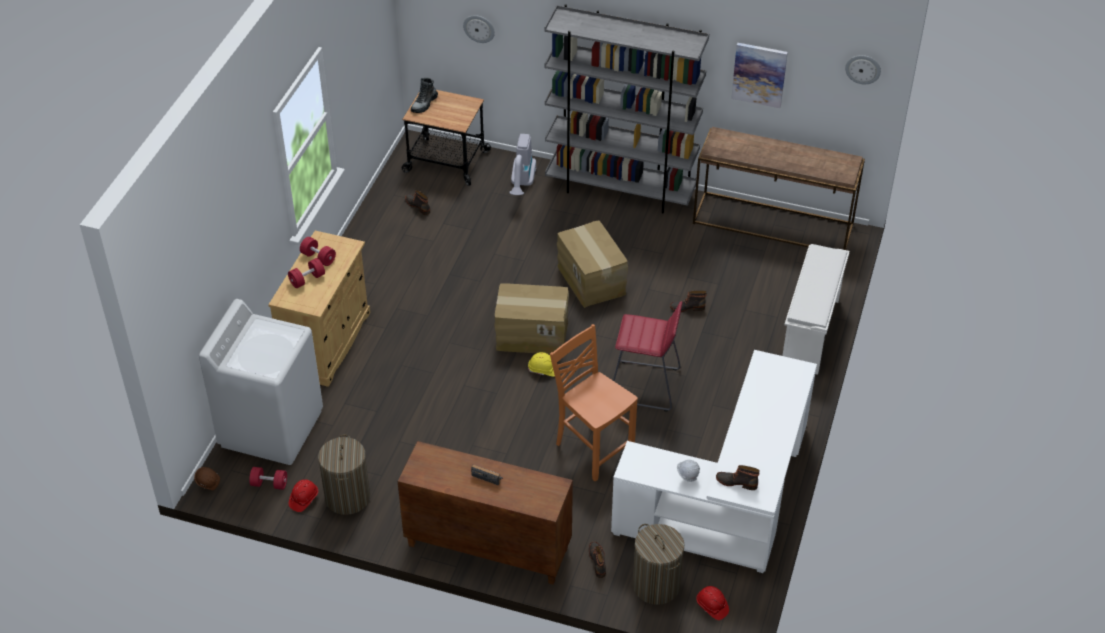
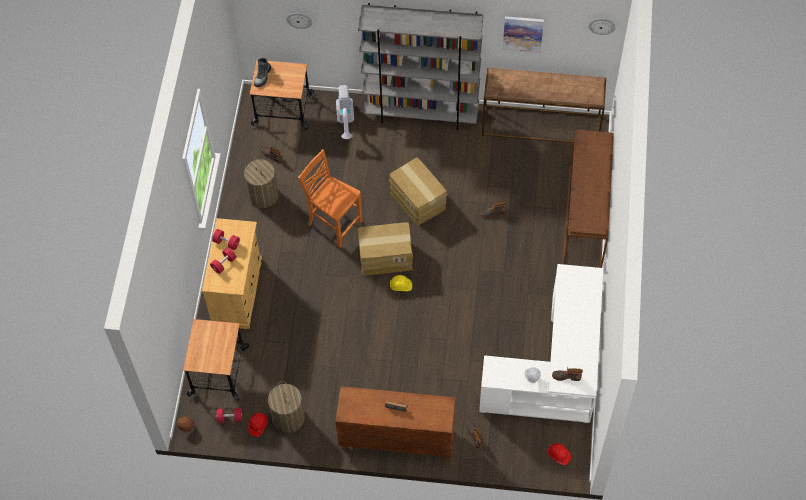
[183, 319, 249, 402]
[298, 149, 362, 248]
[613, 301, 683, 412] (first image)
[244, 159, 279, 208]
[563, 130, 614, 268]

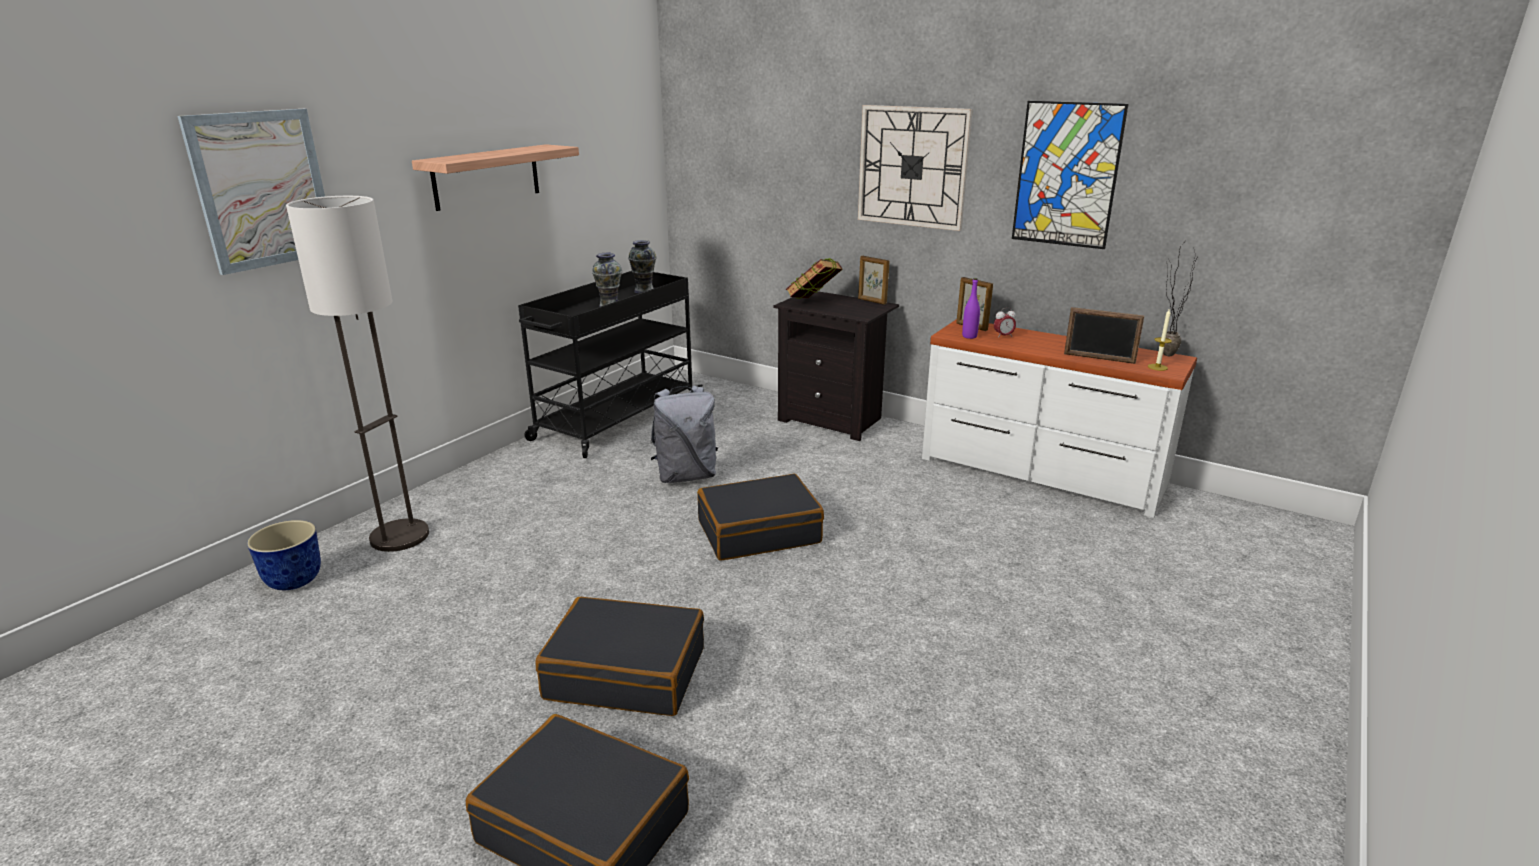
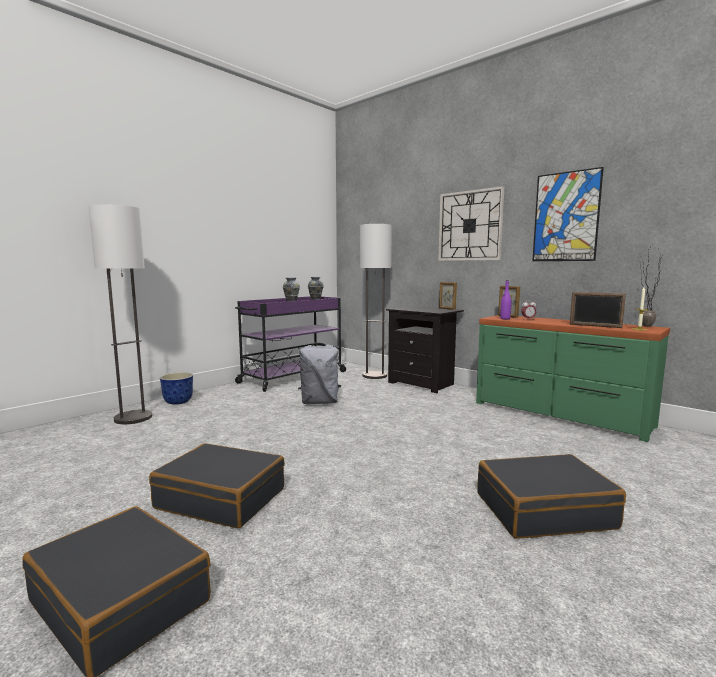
[178, 109, 325, 275] (first image)
[160, 372, 193, 405]
[412, 144, 579, 211] (first image)
[235, 296, 347, 392]
[477, 454, 626, 539]
[786, 259, 843, 299] (first image)
[476, 315, 670, 442]
[360, 224, 392, 379]

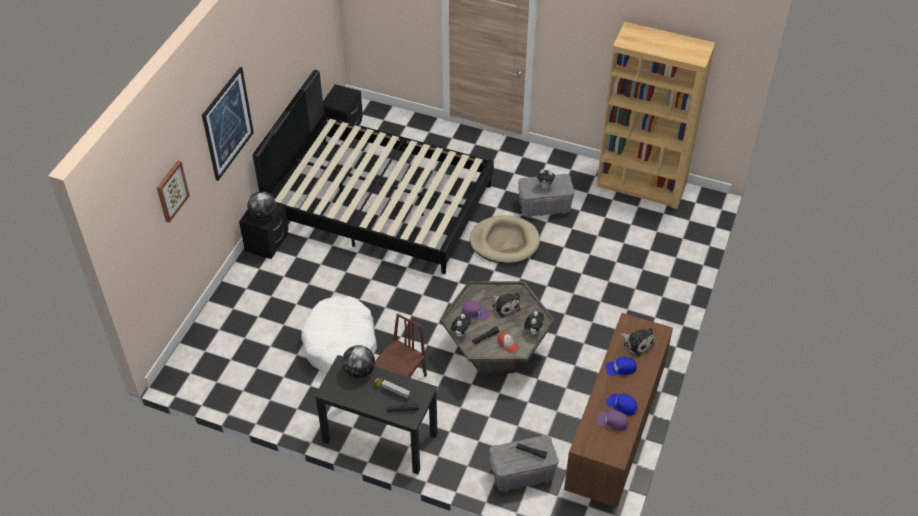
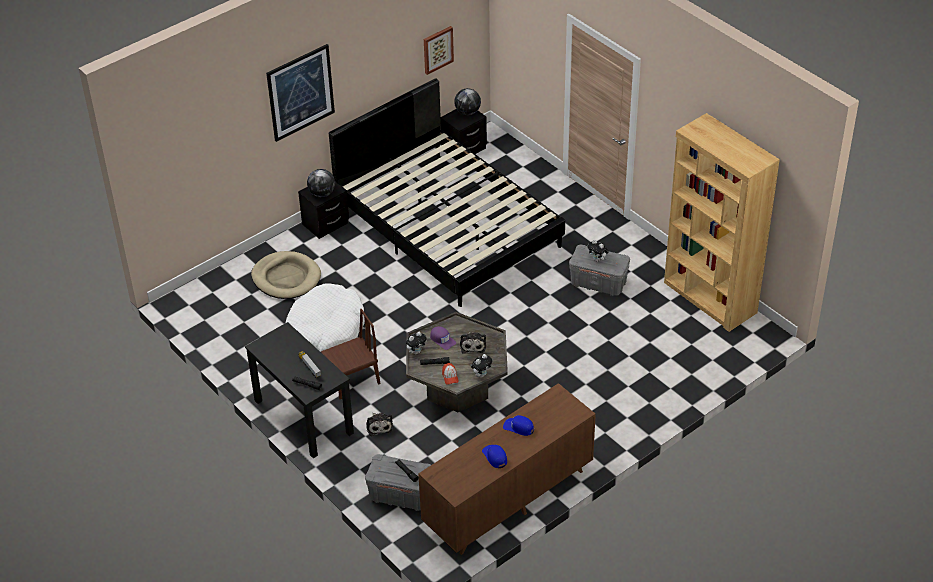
[424, 26, 454, 75]
[454, 88, 481, 115]
[251, 251, 321, 299]
[596, 410, 629, 431] (first image)
[366, 413, 393, 436]

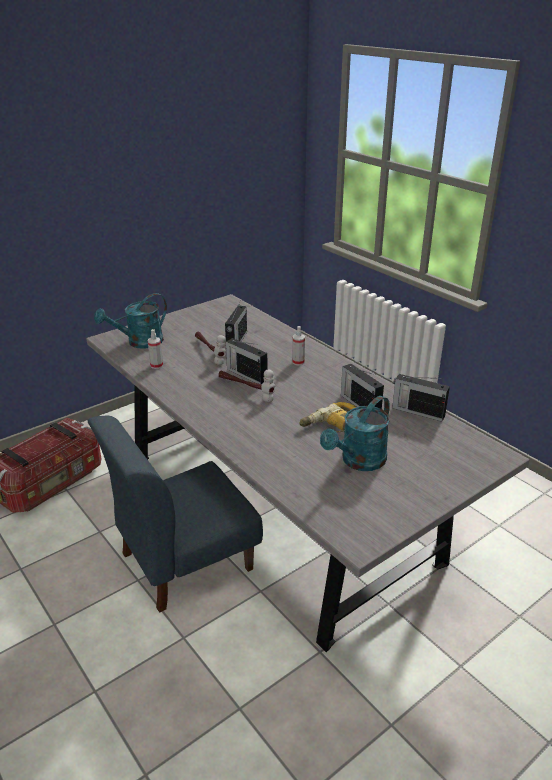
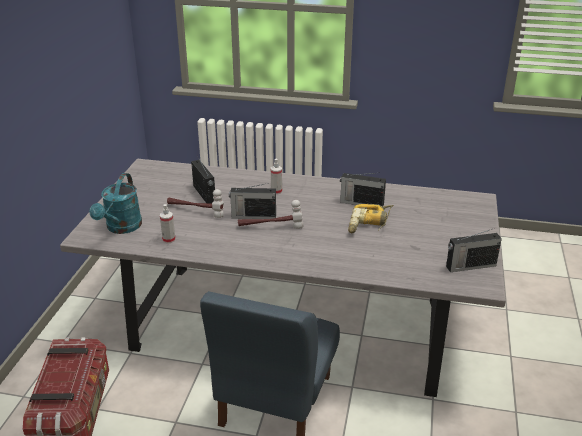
[320, 396, 390, 471] (first image)
[446, 228, 502, 272]

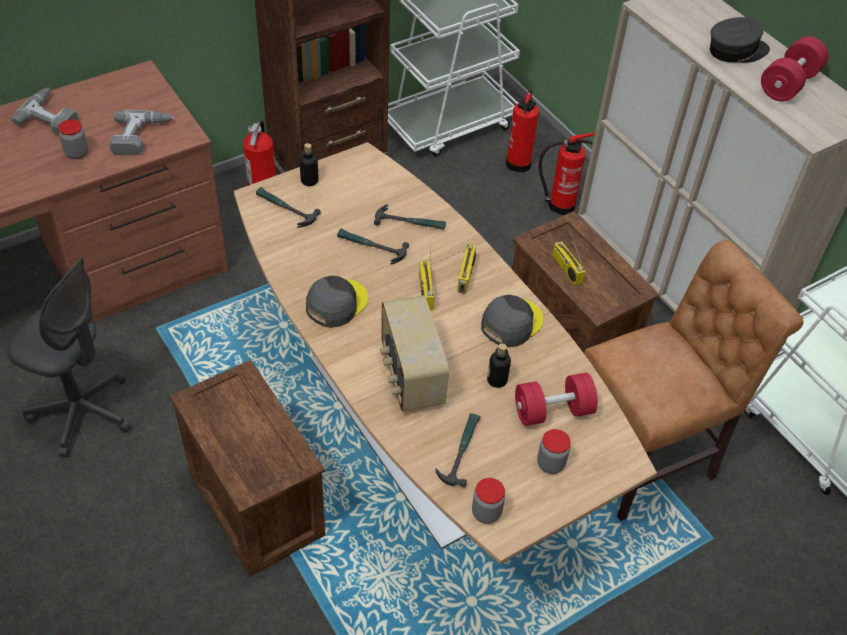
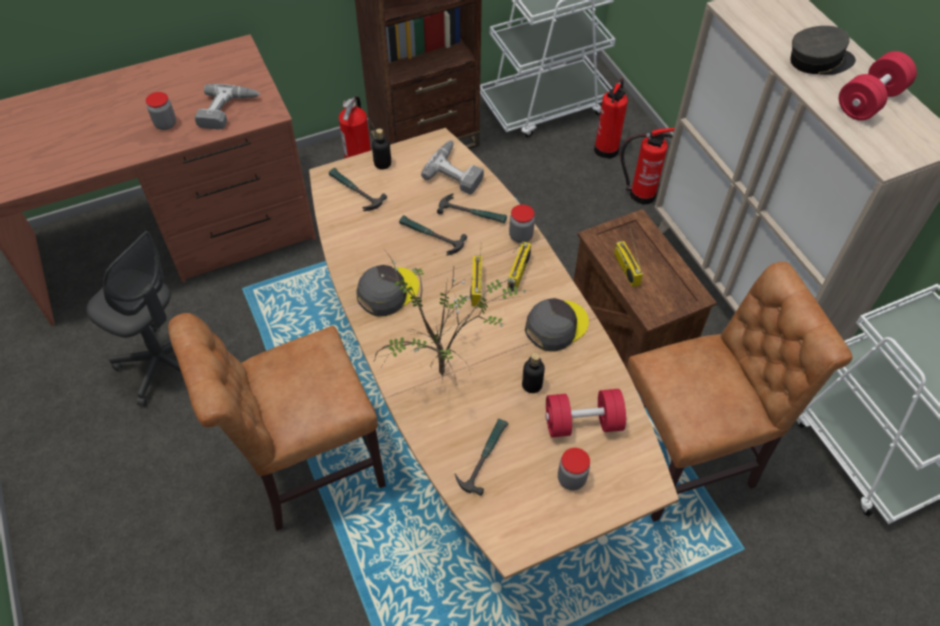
[421, 140, 484, 195]
[168, 313, 386, 531]
[370, 248, 528, 385]
[509, 204, 535, 243]

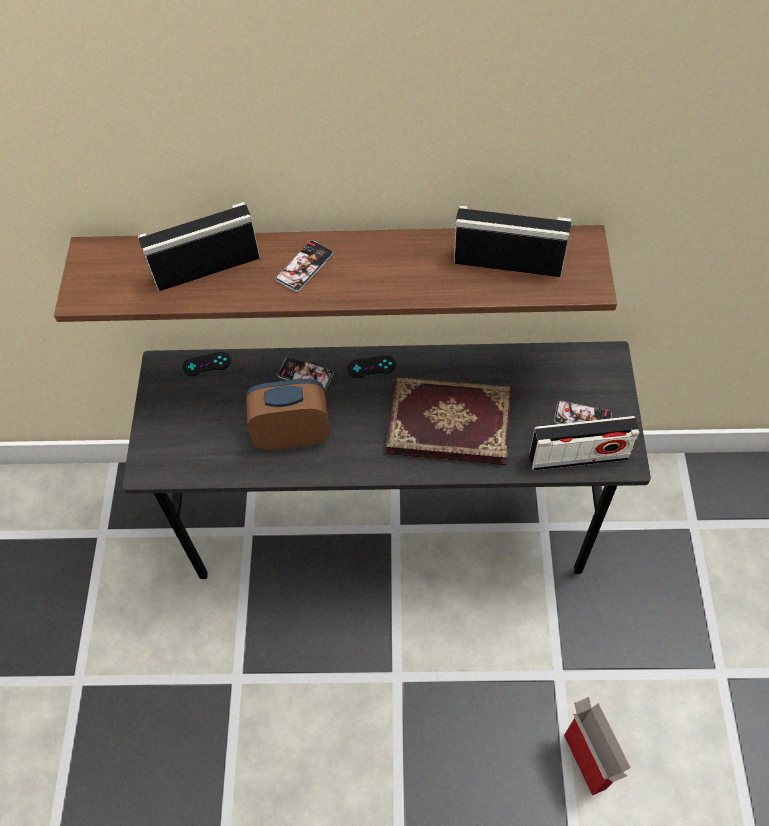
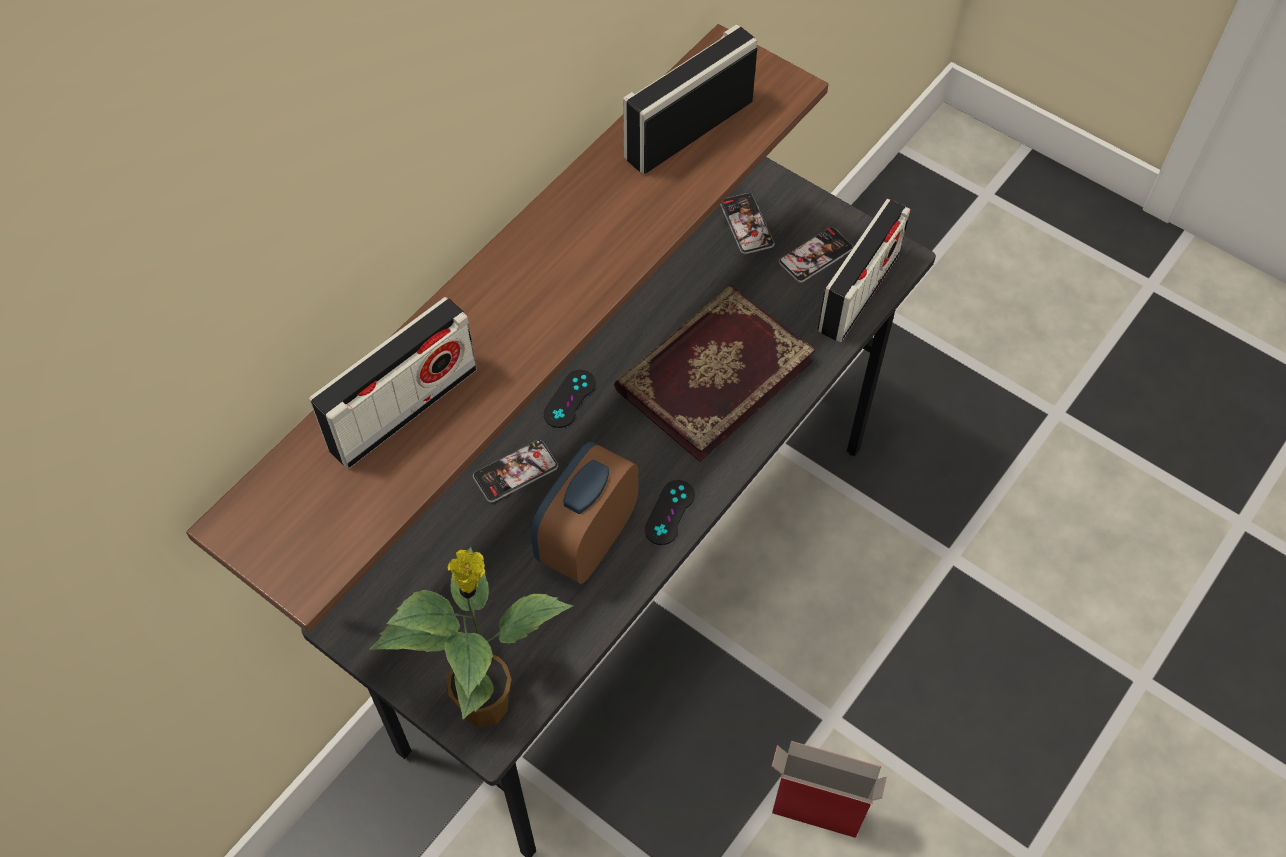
[309, 297, 477, 468]
[644, 480, 695, 545]
[720, 193, 774, 254]
[772, 741, 887, 838]
[369, 547, 573, 727]

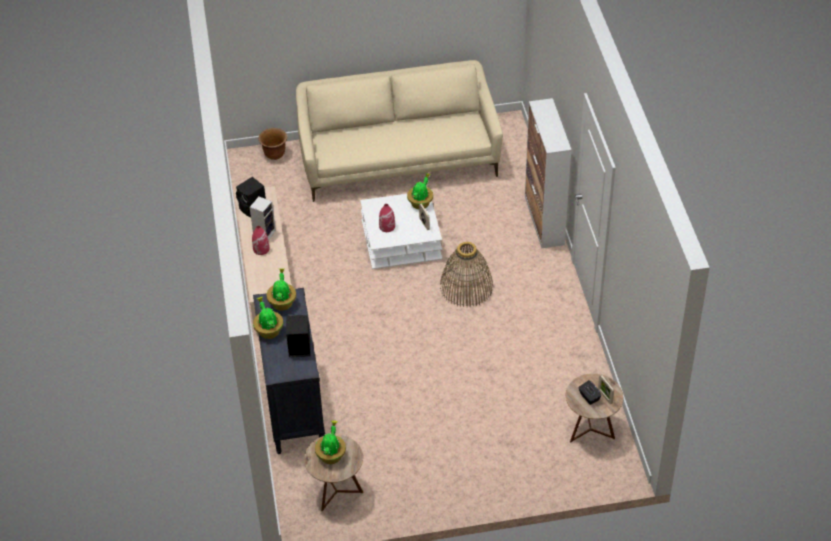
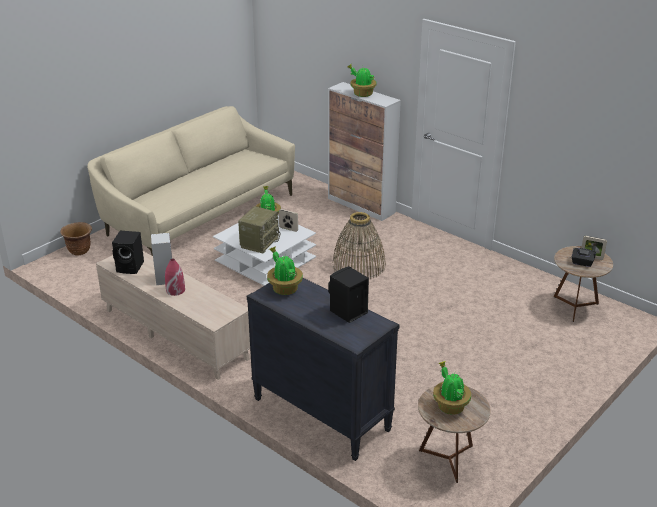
[348, 64, 376, 97]
[238, 206, 281, 253]

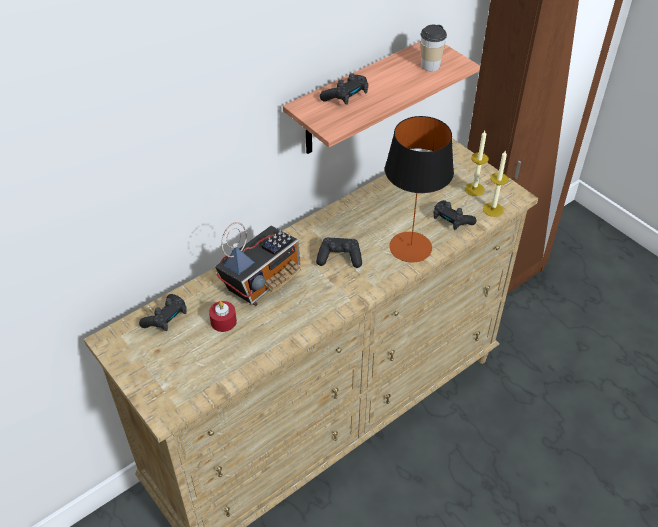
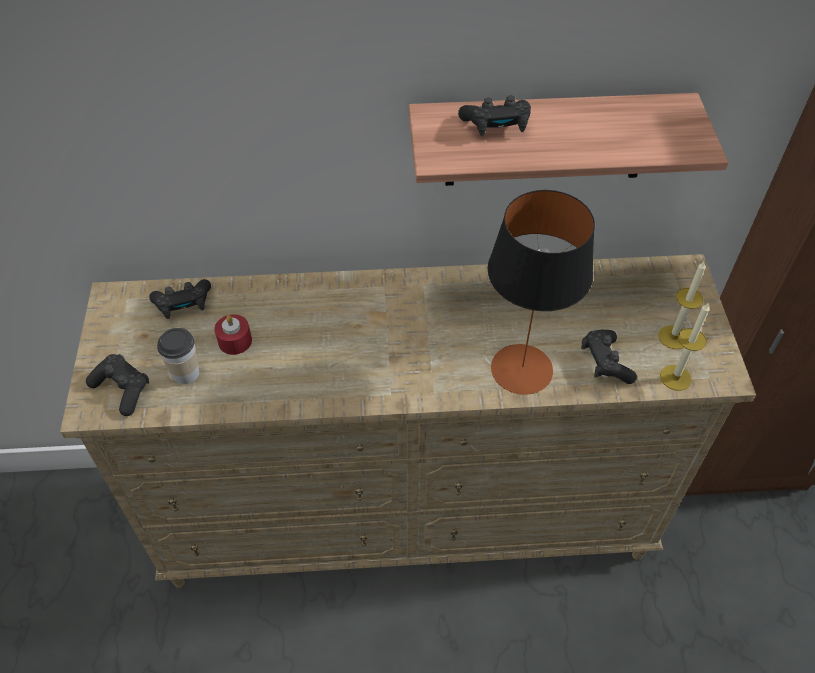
[215, 222, 301, 306] (first image)
[86, 354, 150, 416]
[157, 328, 199, 384]

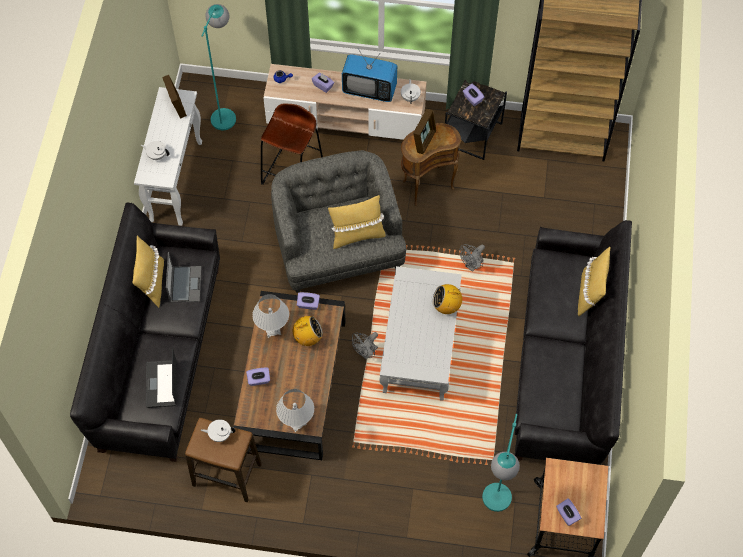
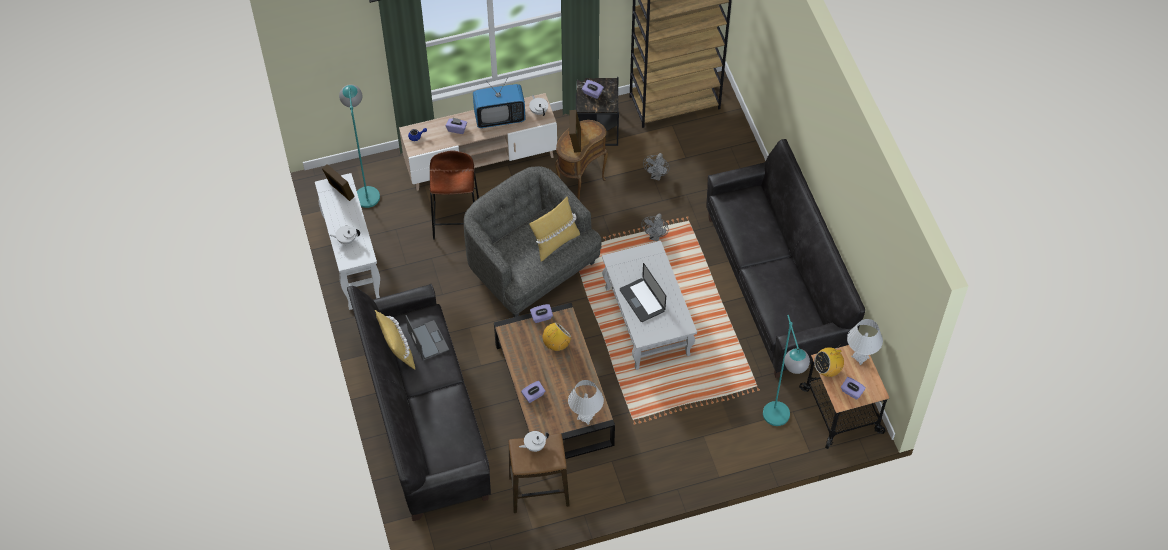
[620, 263, 666, 322]
[847, 319, 883, 365]
[643, 153, 670, 181]
[814, 344, 844, 377]
[578, 247, 610, 316] (first image)

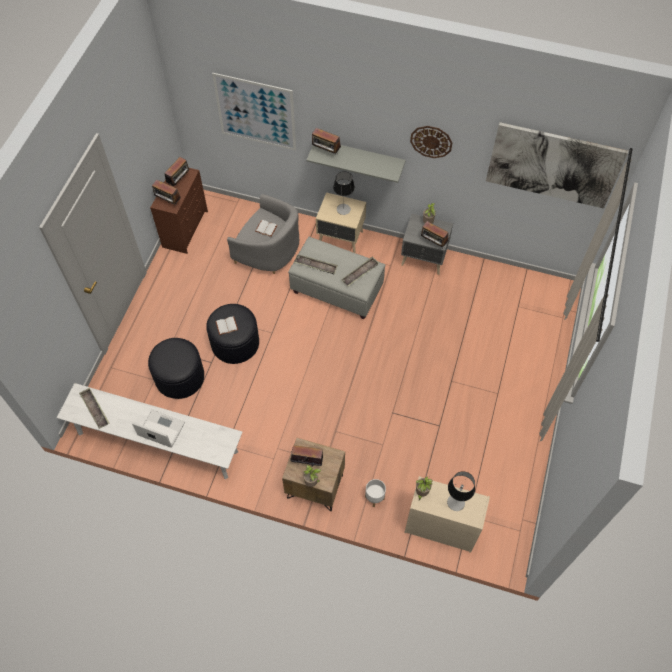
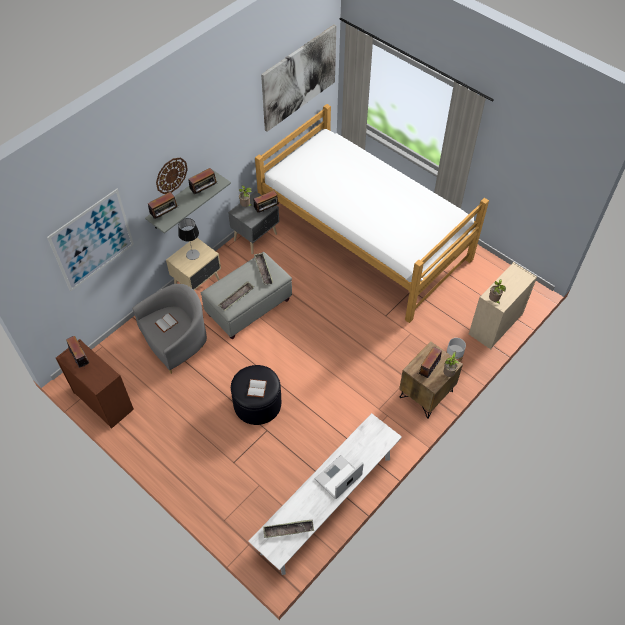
[148, 338, 204, 399] (first image)
[188, 168, 217, 194]
[156, 158, 188, 194]
[447, 471, 475, 511] (first image)
[255, 104, 489, 323]

